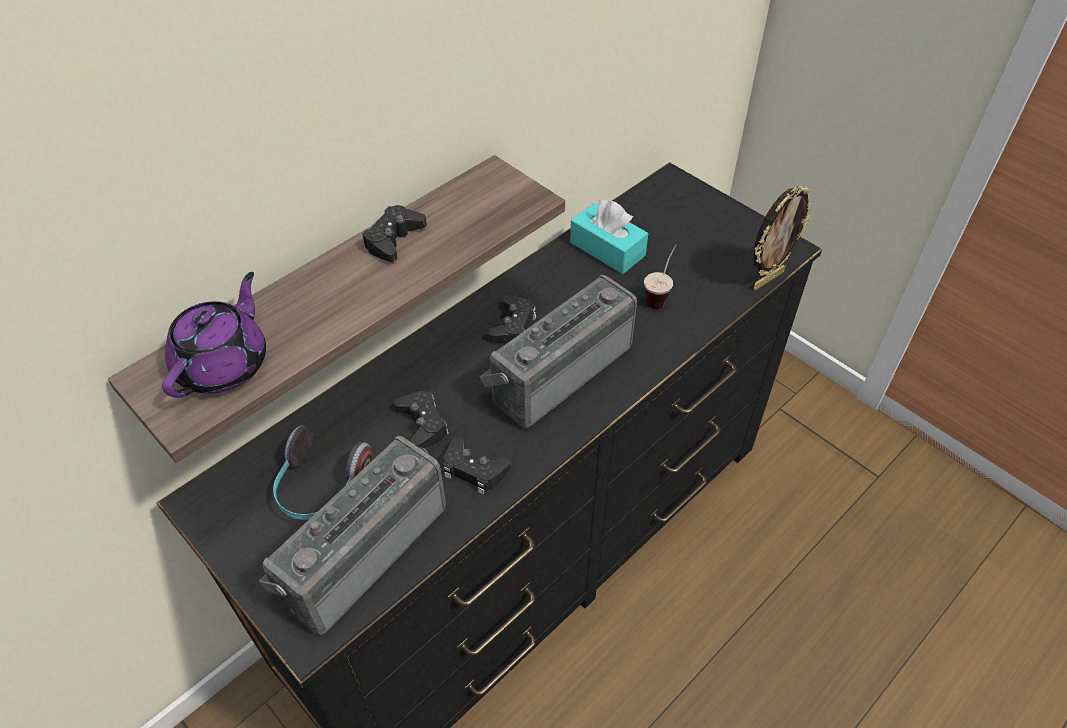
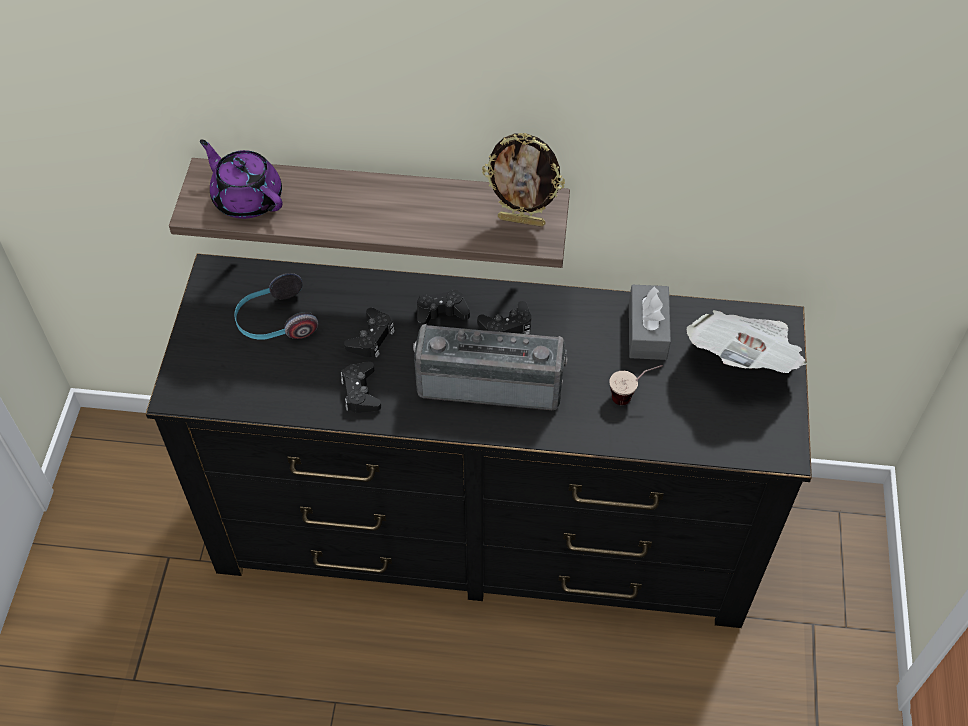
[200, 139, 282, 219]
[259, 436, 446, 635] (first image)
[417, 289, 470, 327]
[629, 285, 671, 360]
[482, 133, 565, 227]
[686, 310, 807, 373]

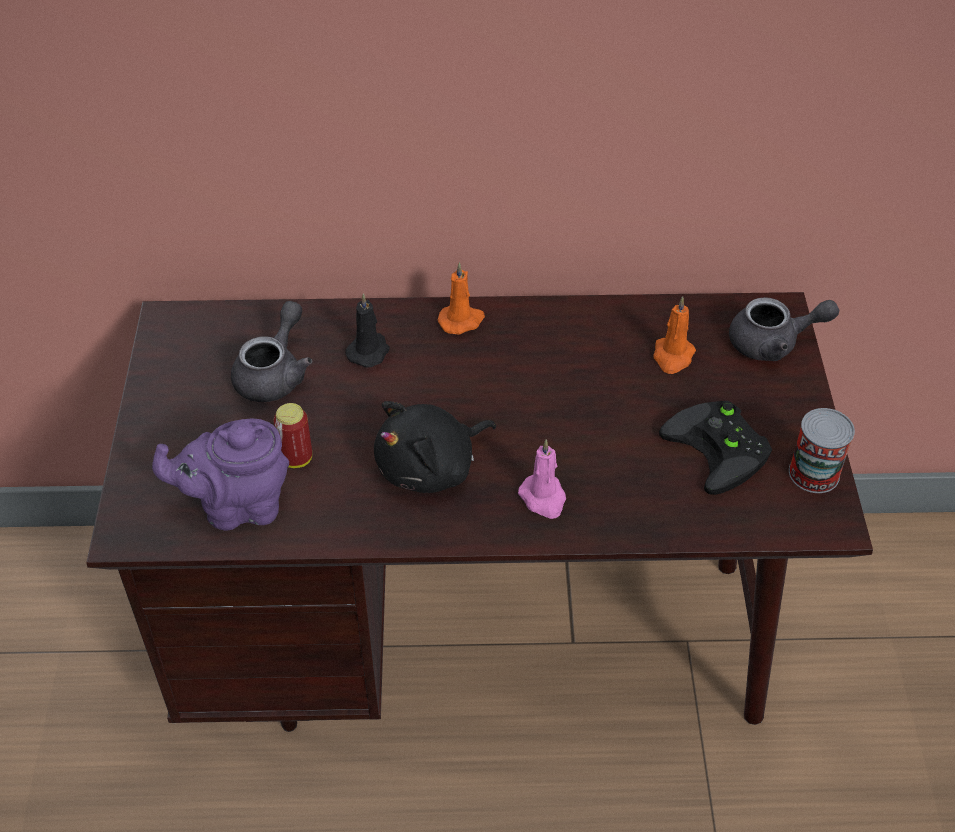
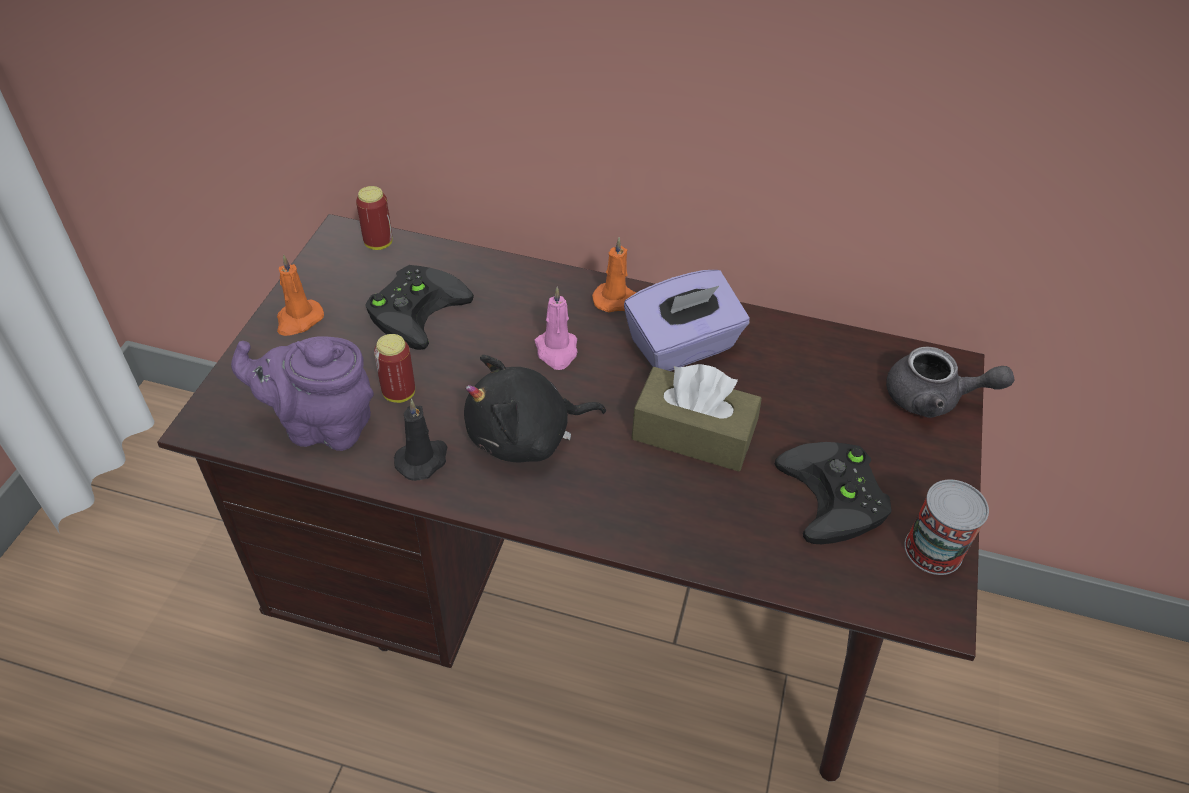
[365, 265, 474, 350]
[394, 399, 447, 481]
[535, 287, 578, 370]
[277, 254, 324, 336]
[356, 186, 393, 250]
[624, 270, 750, 371]
[632, 364, 762, 472]

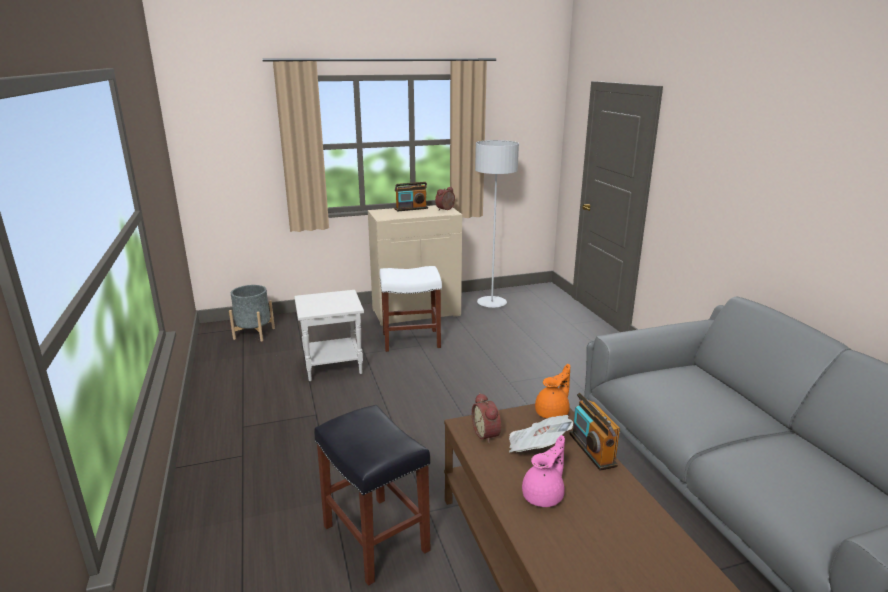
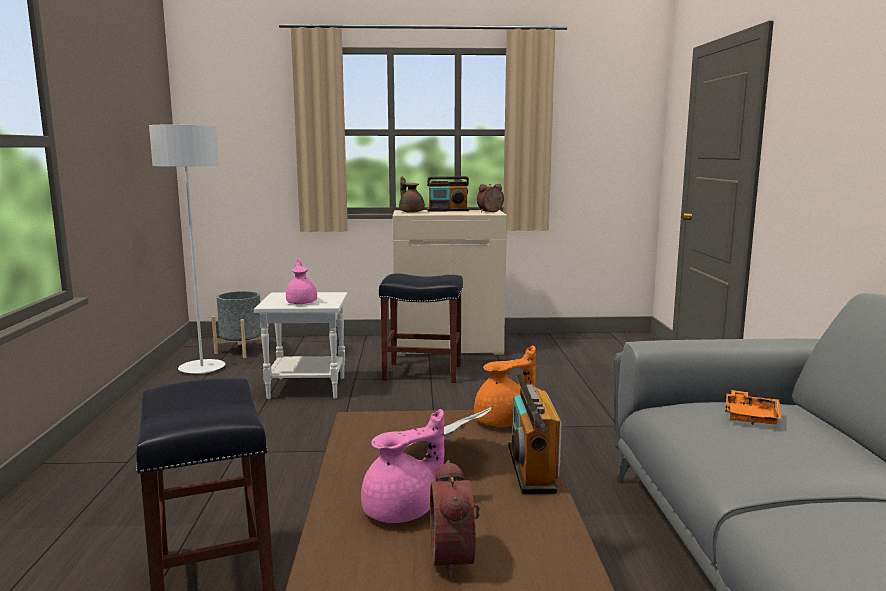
[379, 274, 463, 383]
[430, 460, 480, 578]
[149, 125, 225, 374]
[286, 258, 317, 304]
[399, 176, 425, 213]
[725, 390, 782, 425]

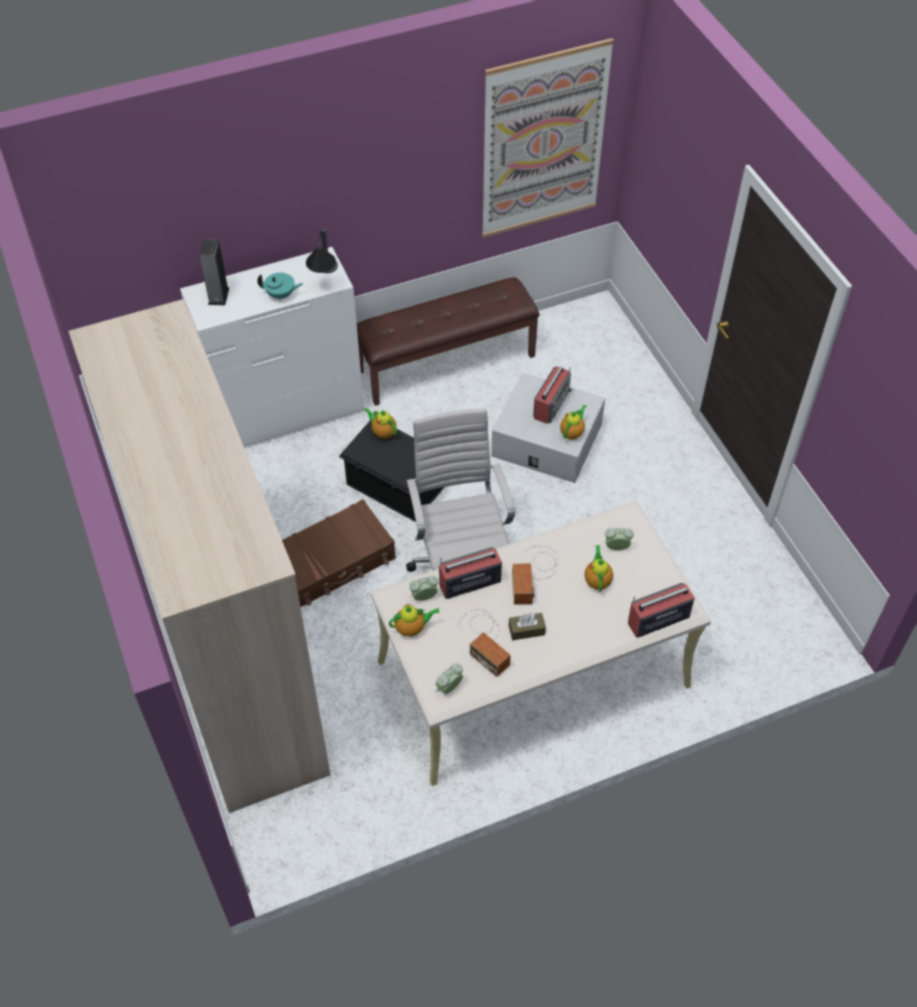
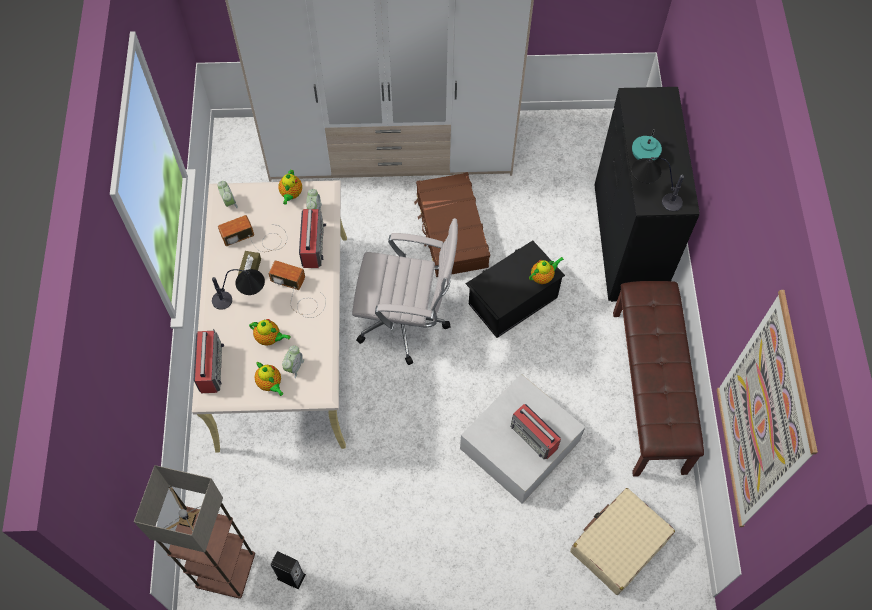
[594, 87, 700, 302]
[271, 551, 306, 590]
[255, 362, 283, 396]
[134, 465, 255, 599]
[212, 269, 265, 310]
[570, 488, 675, 595]

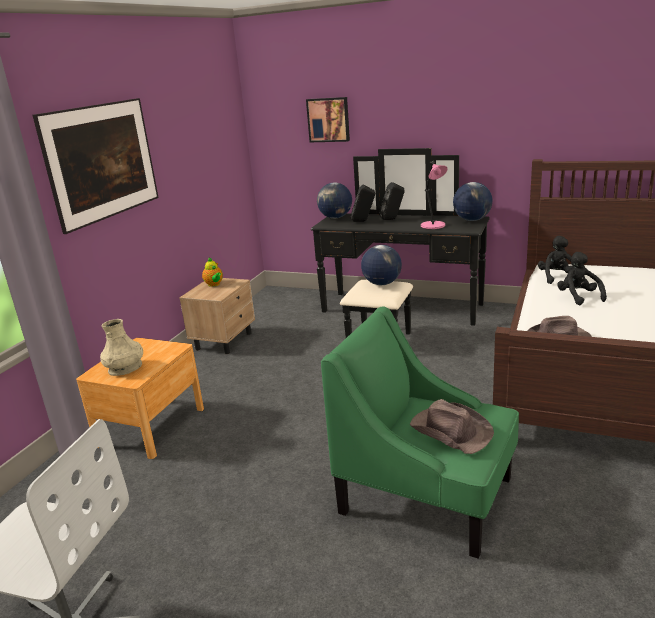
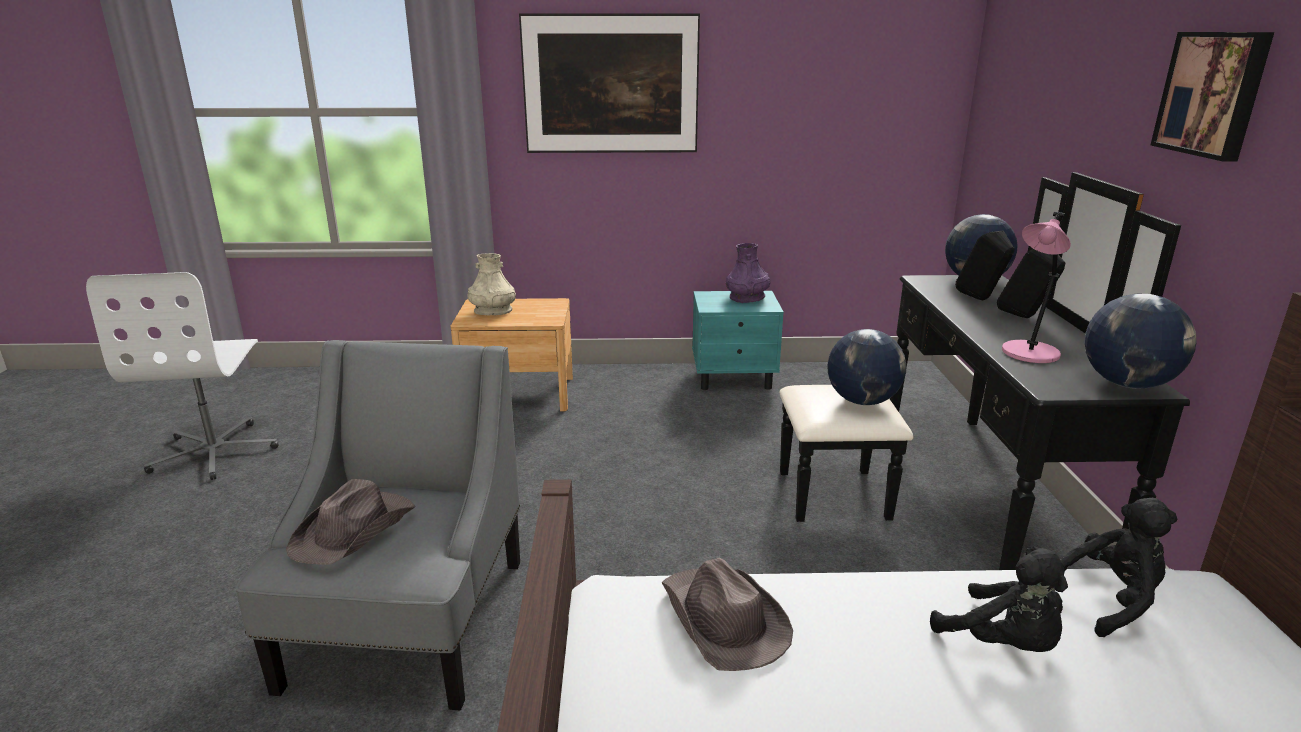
[692, 291, 784, 390]
[726, 243, 770, 303]
[1151, 32, 1274, 162]
[235, 340, 520, 711]
[930, 546, 1068, 652]

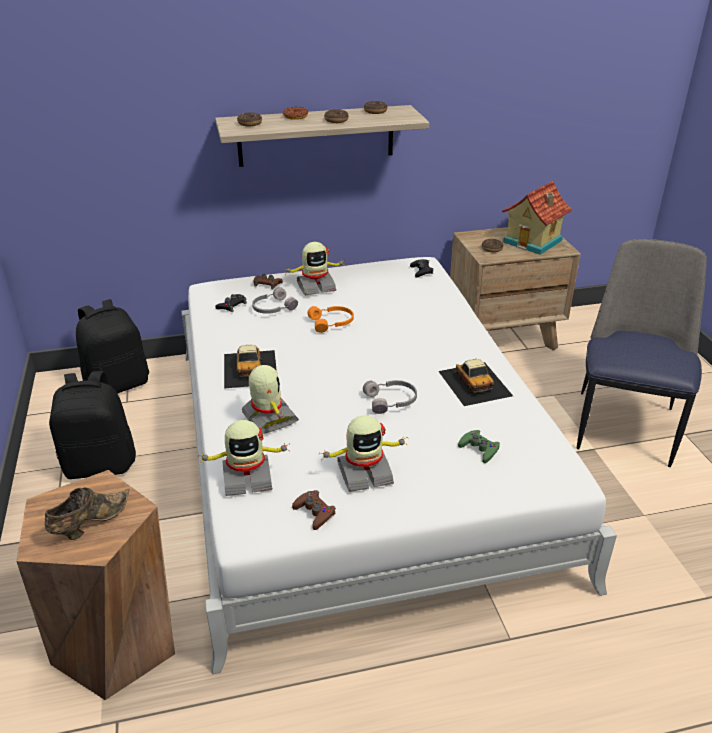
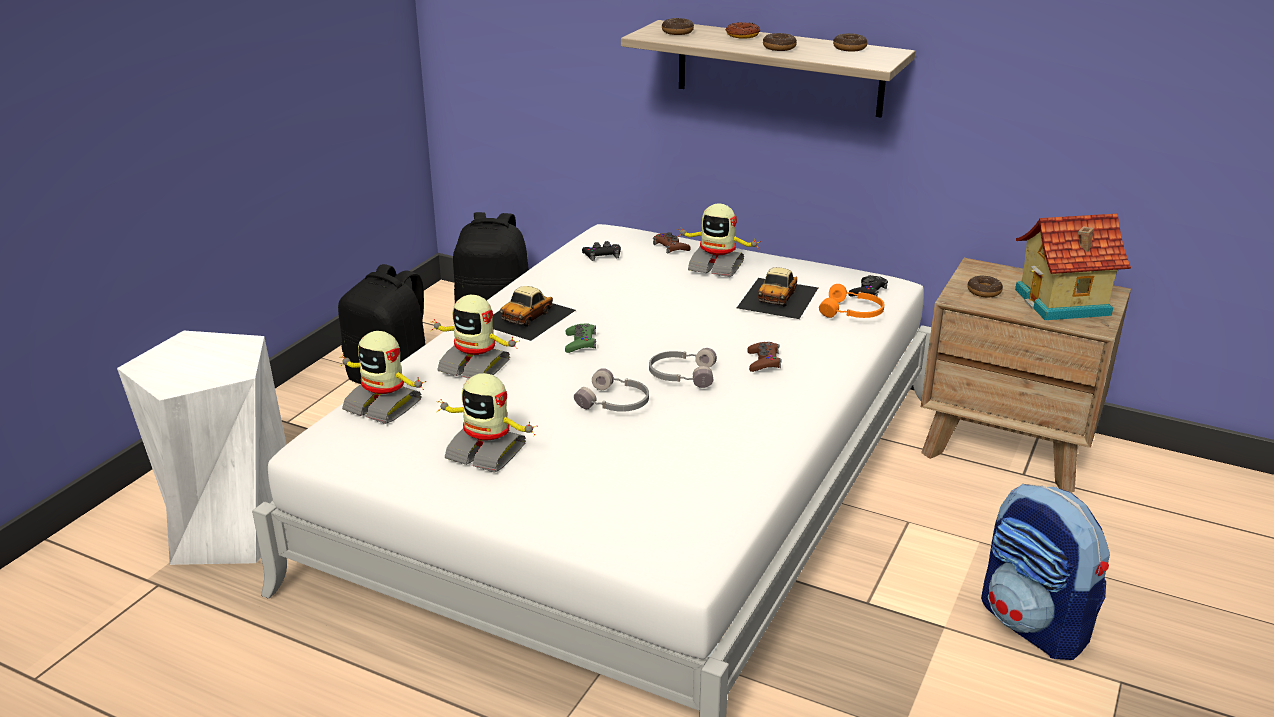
[117, 331, 287, 565]
[45, 487, 130, 540] (first image)
[431, 295, 520, 379]
[649, 348, 717, 388]
[747, 342, 782, 372]
[819, 284, 885, 318]
[737, 267, 818, 319]
[565, 323, 596, 353]
[981, 484, 1110, 660]

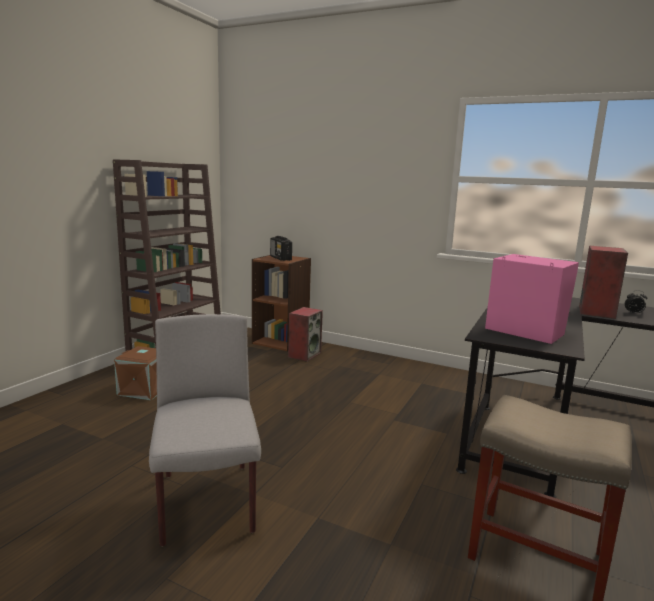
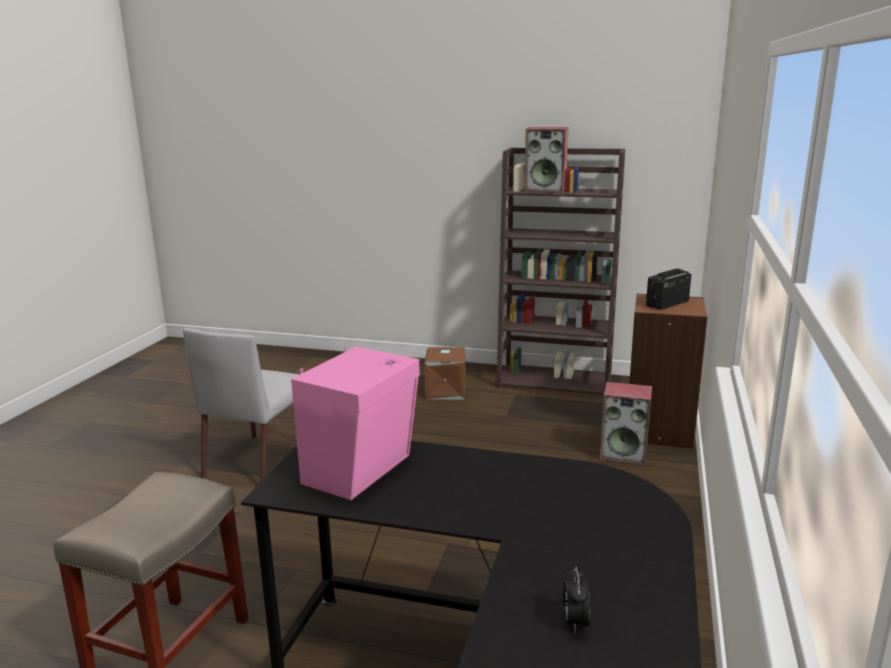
[183, 328, 300, 482]
[524, 127, 568, 193]

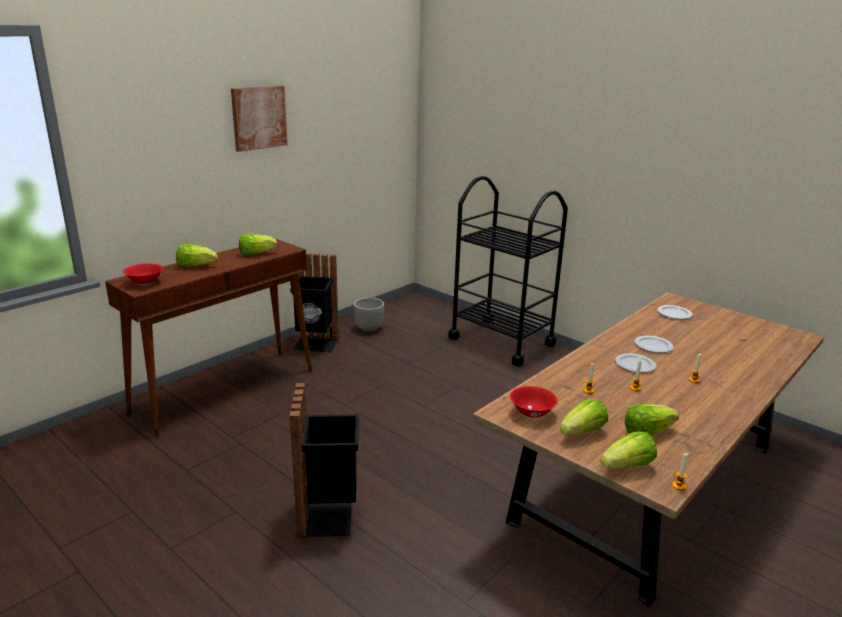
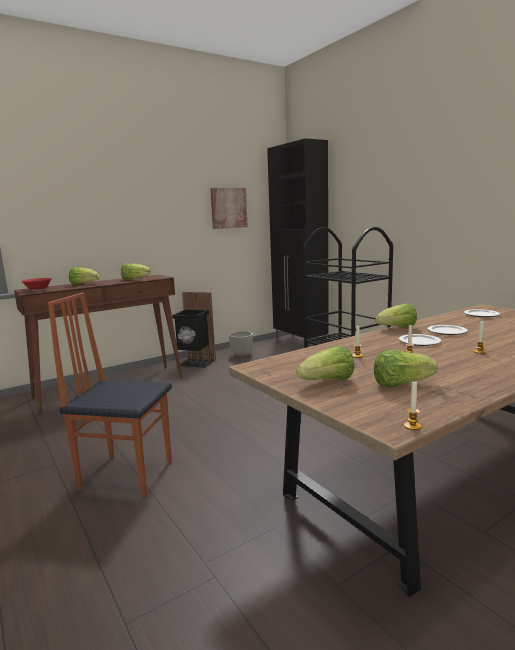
[210, 188, 248, 229]
[48, 293, 172, 497]
[510, 386, 558, 418] (first image)
[375, 303, 417, 327]
[267, 138, 329, 347]

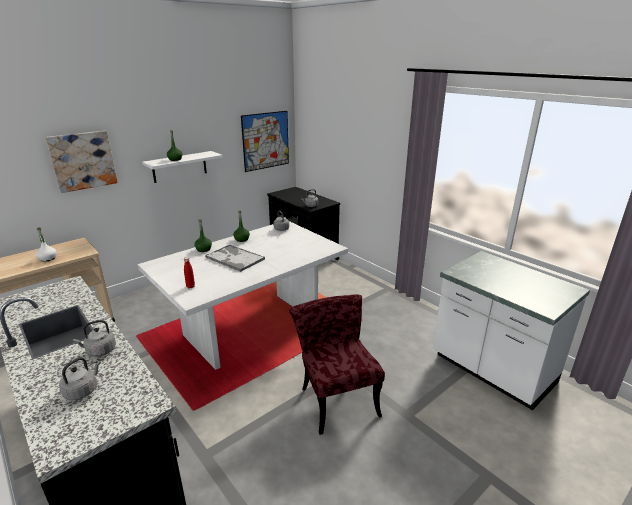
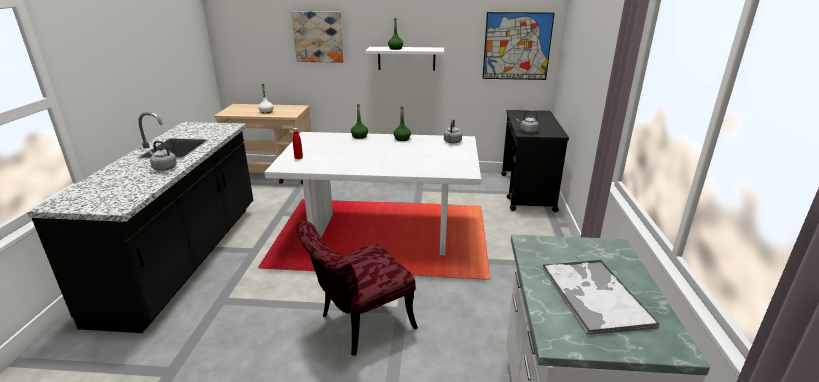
[59, 357, 101, 400] (first image)
[542, 260, 659, 336]
[296, 220, 418, 356]

